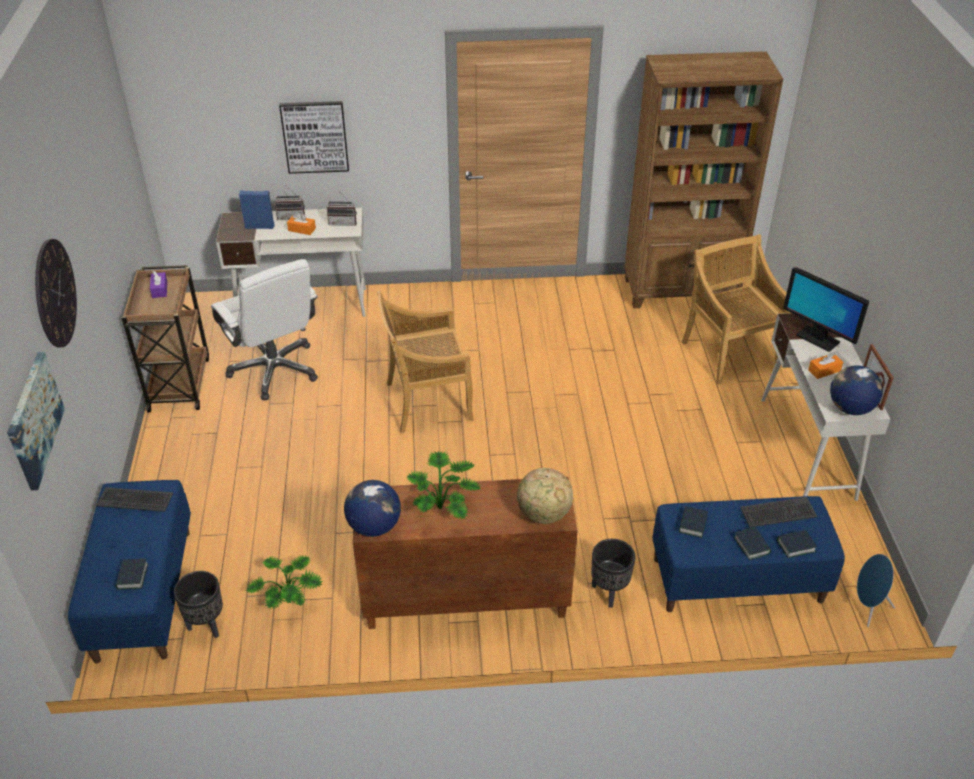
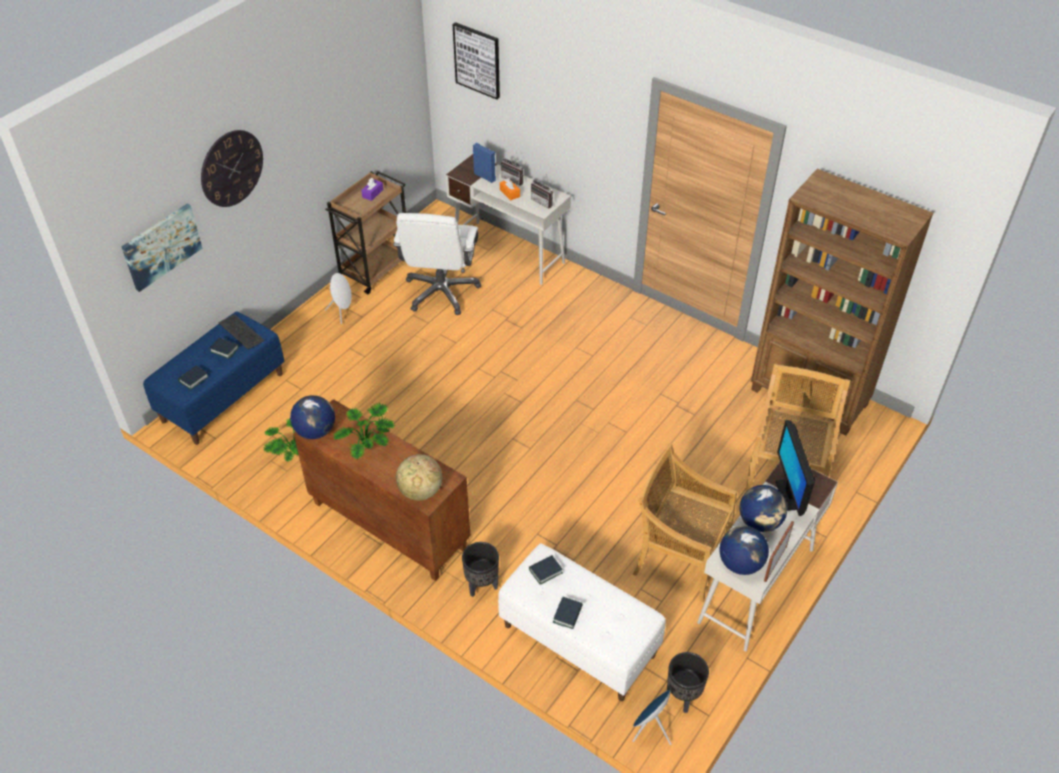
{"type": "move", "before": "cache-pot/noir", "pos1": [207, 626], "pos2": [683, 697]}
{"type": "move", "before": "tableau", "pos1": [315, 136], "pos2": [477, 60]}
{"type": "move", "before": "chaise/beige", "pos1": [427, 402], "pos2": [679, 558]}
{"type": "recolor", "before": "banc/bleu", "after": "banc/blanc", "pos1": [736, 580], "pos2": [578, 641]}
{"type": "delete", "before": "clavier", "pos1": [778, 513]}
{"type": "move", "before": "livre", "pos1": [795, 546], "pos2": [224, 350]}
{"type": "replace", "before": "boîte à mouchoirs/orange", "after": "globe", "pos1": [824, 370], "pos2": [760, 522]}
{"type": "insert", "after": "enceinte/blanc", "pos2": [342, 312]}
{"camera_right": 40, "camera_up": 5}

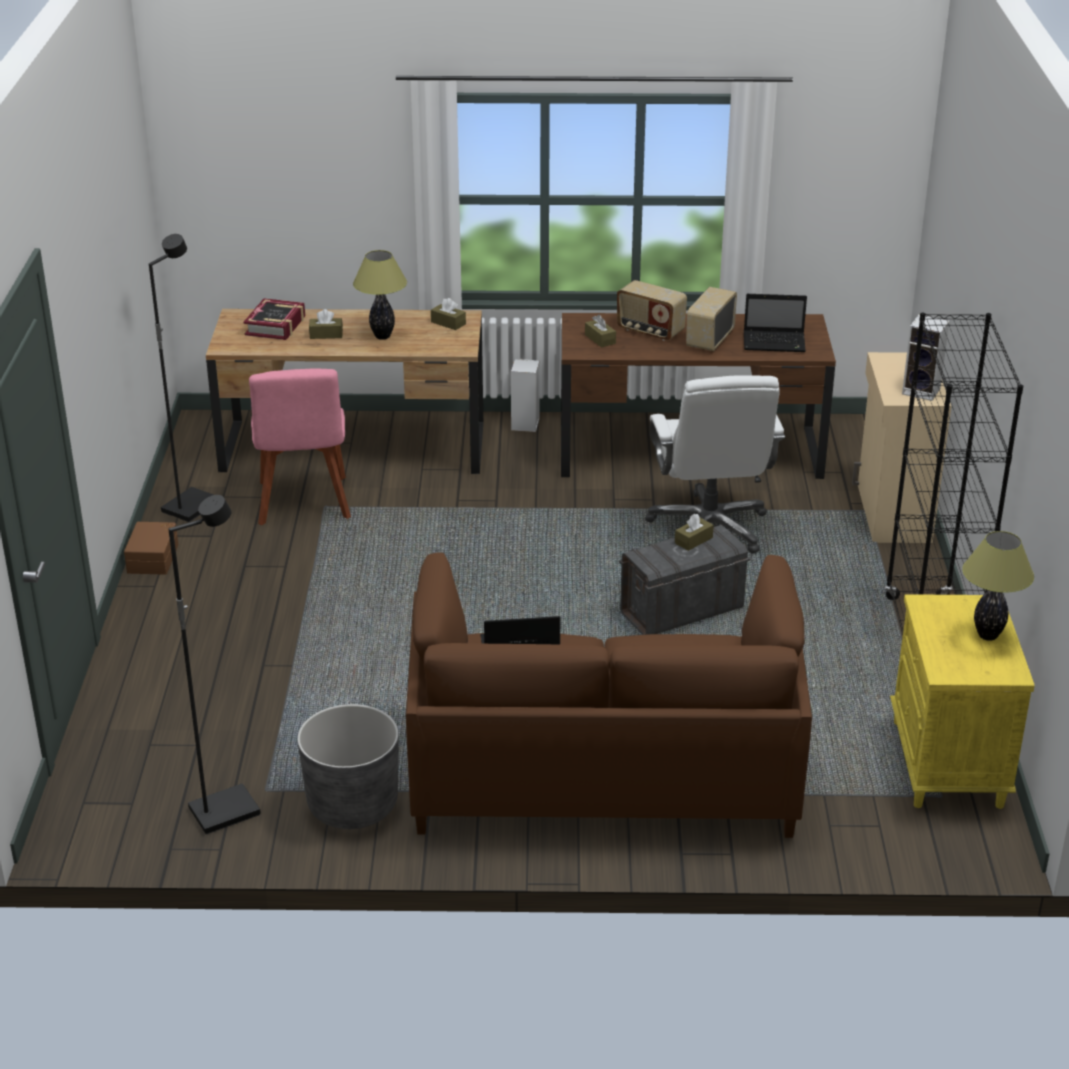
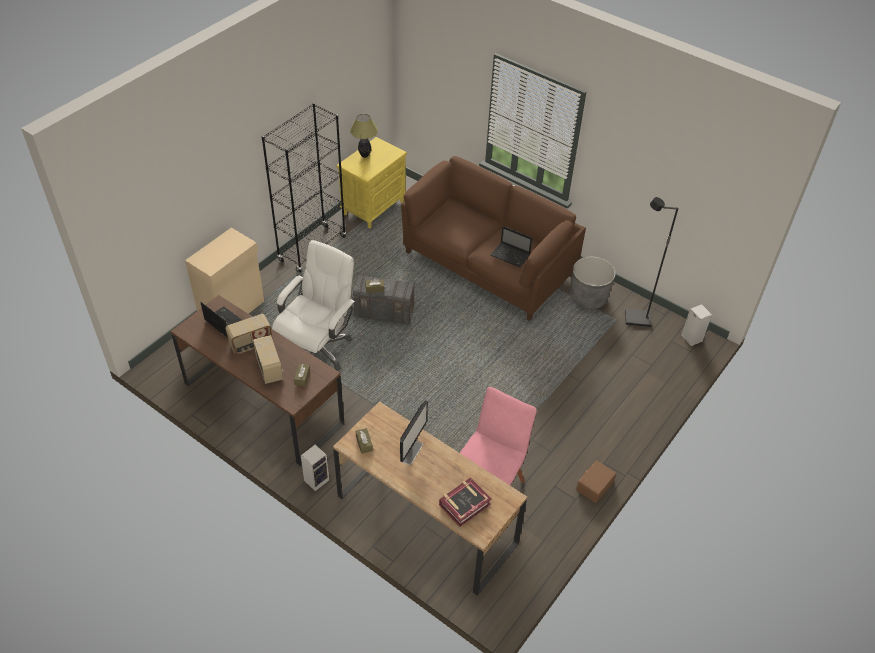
{"type": "delete", "before": "lampadaire/noir", "pos1": [190, 506]}
{"type": "delete", "before": "boîte à mouchoirs/marron", "pos1": [326, 334]}
{"type": "replace", "before": "lampe de table", "after": "écran d'ordinateur", "pos1": [383, 336], "pos2": [412, 452]}
{"type": "move", "before": "enceinte", "pos1": [922, 391], "pos2": [691, 338]}
{"camera_right": -145, "camera_up": 15}

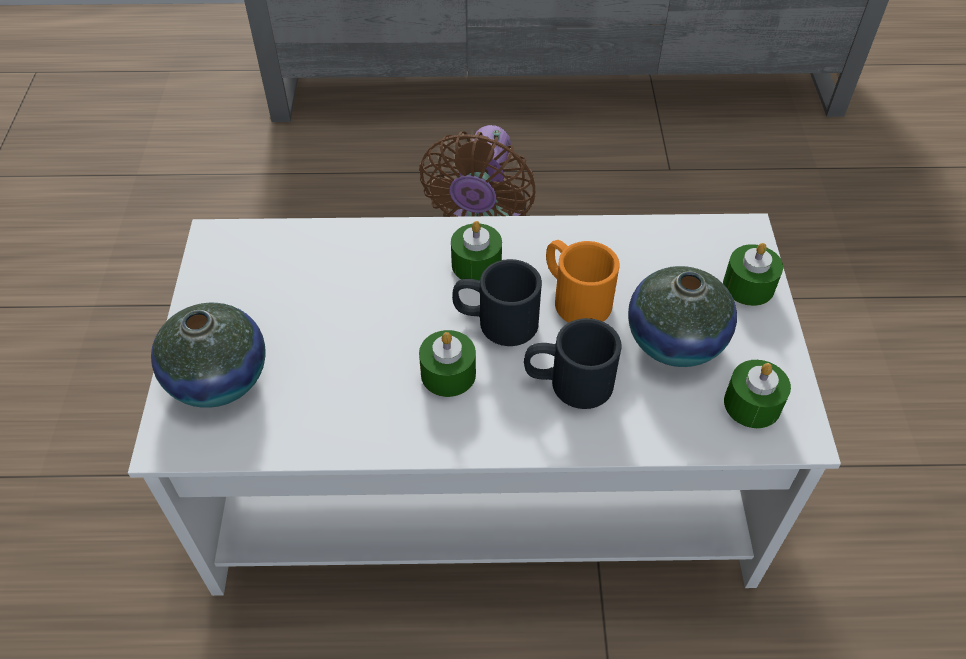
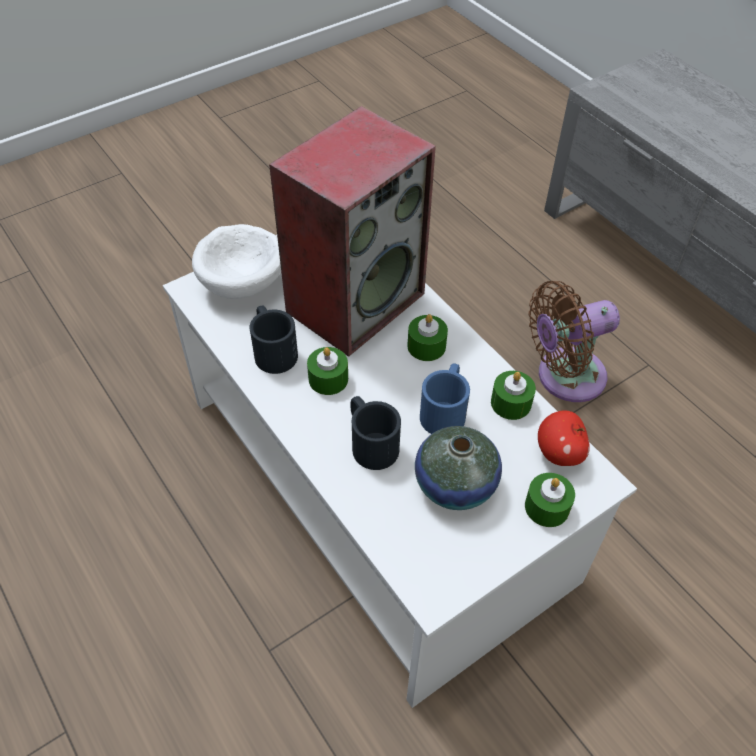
{"type": "replace", "before": "vase", "after": "bol/blanc", "pos1": [218, 378], "pos2": [245, 282]}
{"type": "move", "before": "mug/noir", "pos1": [495, 321], "pos2": [272, 350]}
{"type": "recolor", "before": "mug/orange", "after": "mug/bleu", "pos1": [574, 296], "pos2": [445, 410]}
{"type": "move", "before": "bougie/vert", "pos1": [752, 404], "pos2": [511, 403]}
{"type": "insert", "after": "enceinte", "pos2": [355, 300]}
{"type": "insert", "after": "pomme", "pos2": [559, 453]}
{"camera_right": 55, "camera_up": 0}

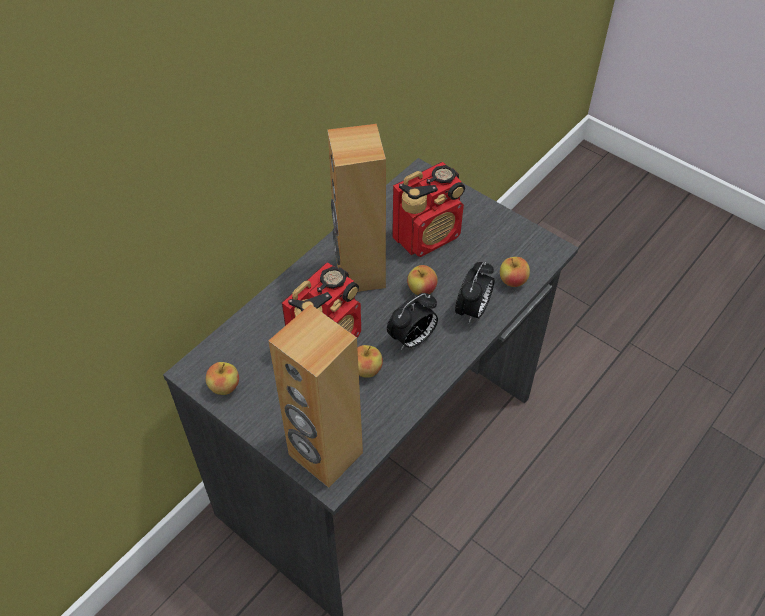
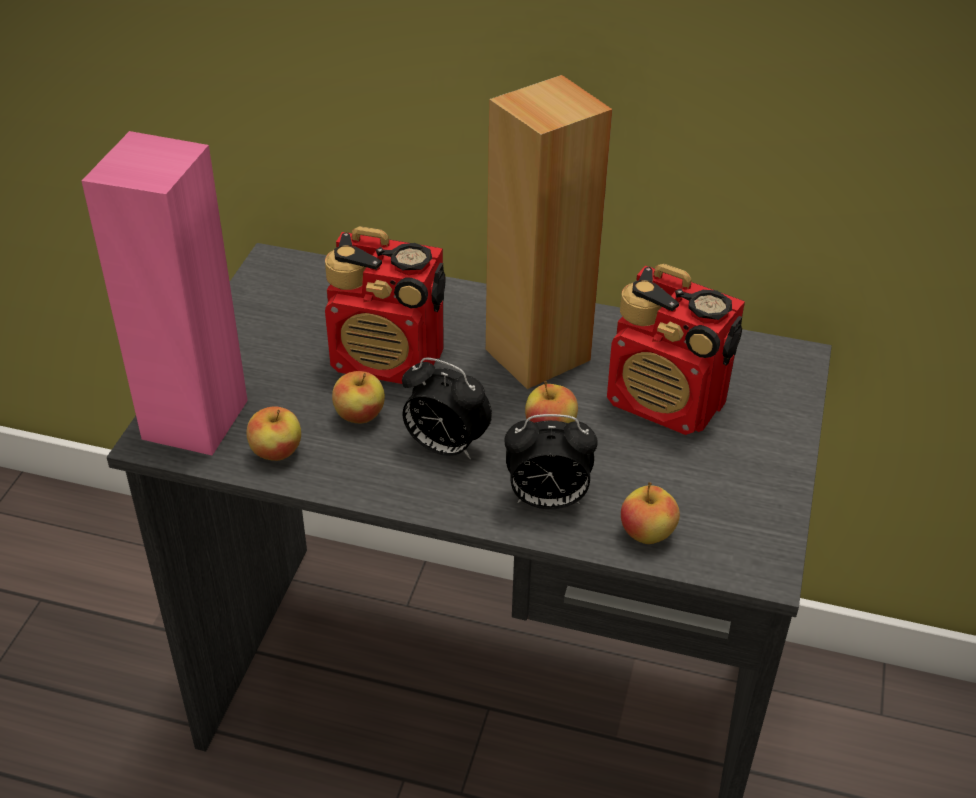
{"type": "move", "before": "pomme", "pos1": [224, 387], "pos2": [276, 452]}
{"type": "recolor", "before": "enceinte/marron", "after": "enceinte/rose", "pos1": [325, 454], "pos2": [193, 419]}
{"camera_right": 65, "camera_up": -10}

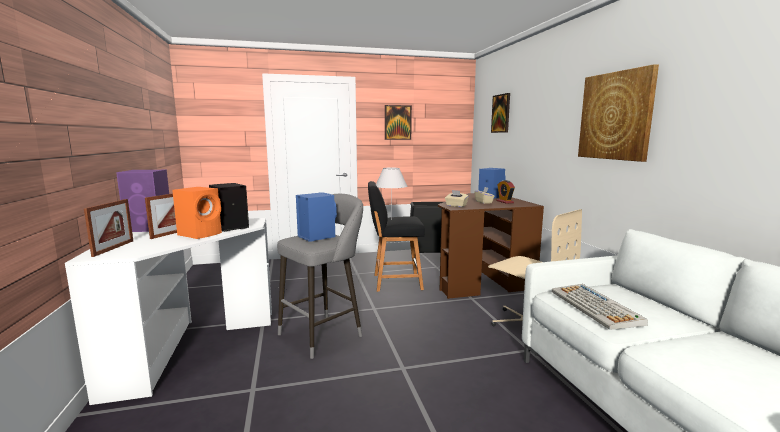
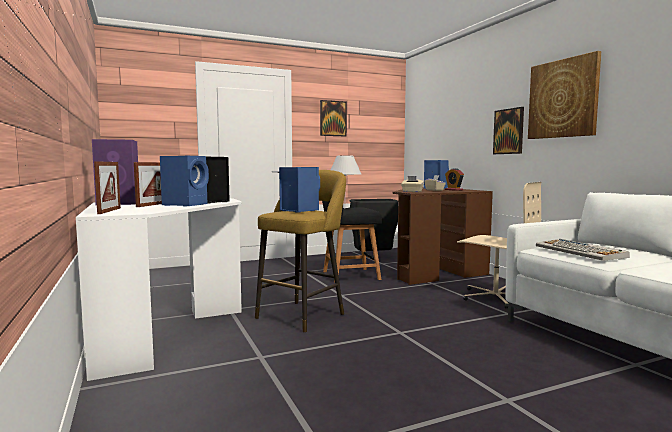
{"type": "recolor", "before": "enceinte/orange", "after": "enceinte/bleu", "pos1": [201, 234], "pos2": [186, 204]}
{"type": "recolor", "before": "tabouret/gris", "after": "tabouret/jaune", "pos1": [324, 333], "pos2": [303, 315]}
{"type": "move", "before": "tableau", "pos1": [501, 113], "pos2": [508, 131]}
{"camera_right": -10, "camera_up": -5}

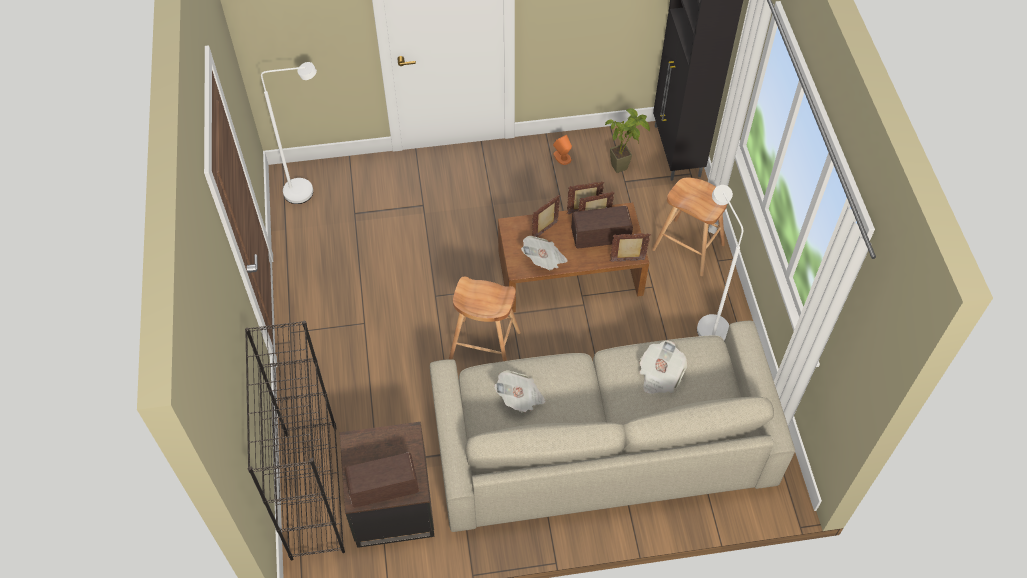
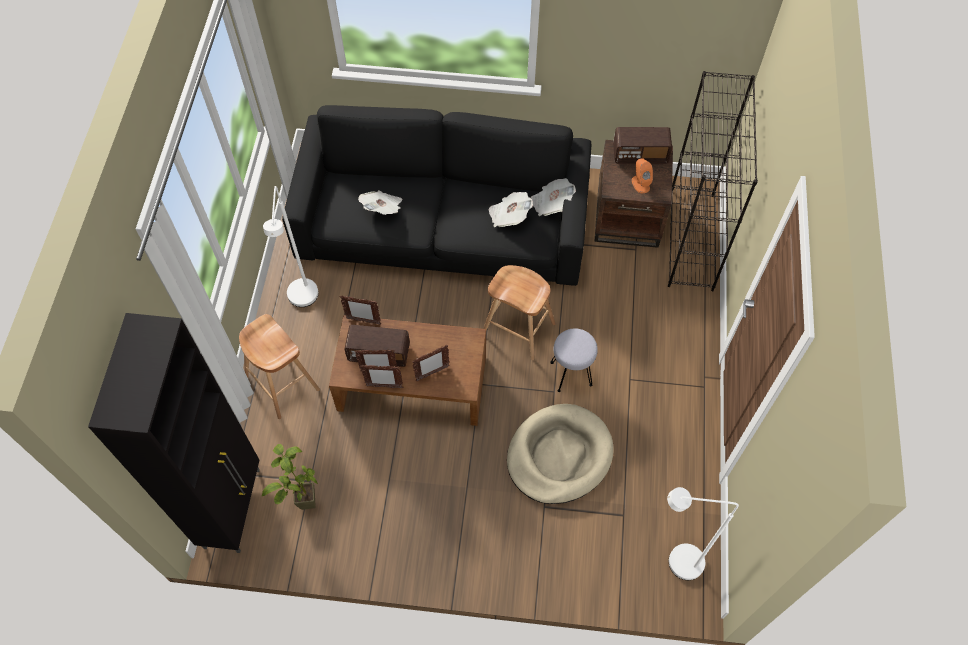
{"type": "recolor", "before": "canapé/beige", "after": "canapé/noir", "pos1": [601, 442], "pos2": [442, 224]}
{"type": "move", "before": "journal", "pos1": [544, 260], "pos2": [551, 204]}
{"type": "move", "before": "enceinte/orange", "pos1": [562, 157], "pos2": [640, 183]}
{"type": "insert", "after": "panier pour chien/beige", "pos2": [559, 455]}
{"type": "insert", "after": "tabouret/gris", "pos2": [571, 374]}
{"camera_right": -165, "camera_up": 5}

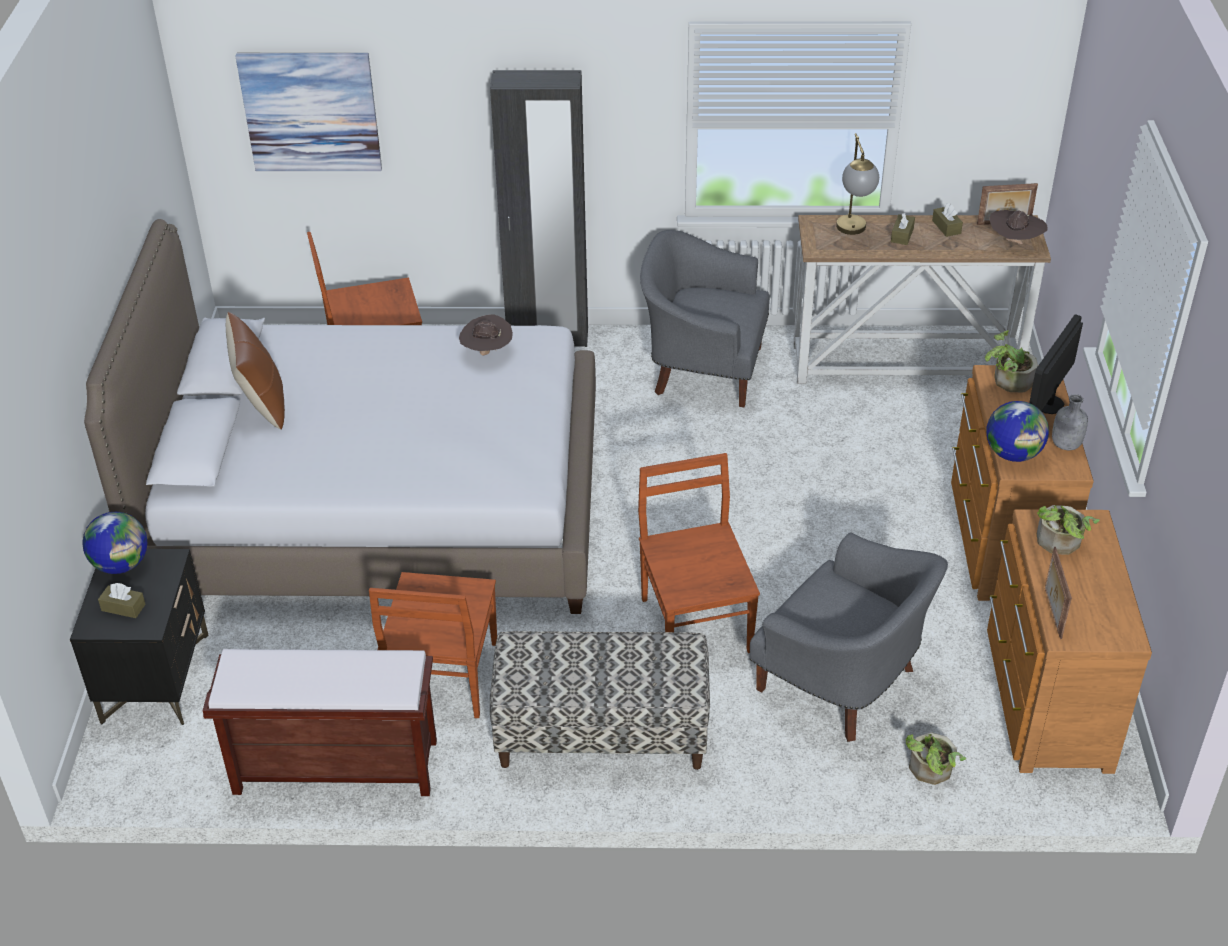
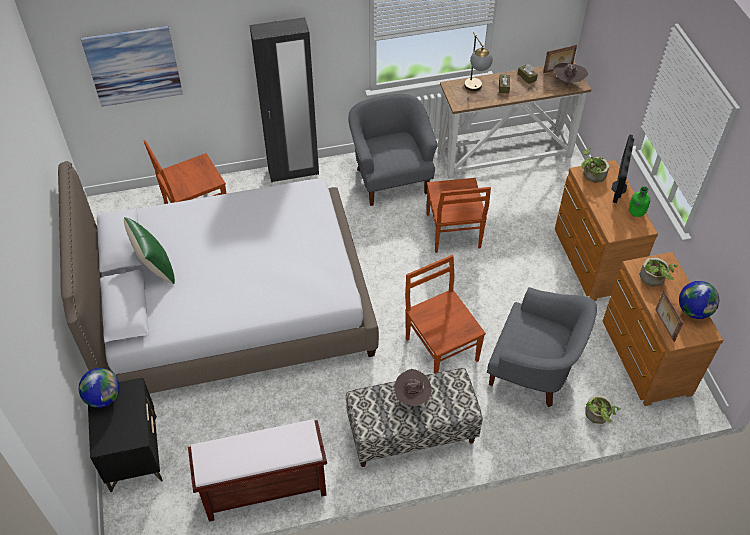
{"type": "delete", "before": "boîte à mouchoirs/marron", "pos1": [123, 607]}
{"type": "recolor", "before": "coussin/marron", "after": "coussin/vert", "pos1": [262, 404], "pos2": [155, 267]}
{"type": "move", "before": "chaise/marron", "pos1": [443, 678], "pos2": [453, 232]}
{"type": "move", "before": "chapeau/marron", "pos1": [486, 352], "pos2": [412, 396]}
{"type": "rotate", "before": "fauteuil/gris", "pos1": [702, 369], "pos2": [391, 178], "turn": 75}
{"type": "move", "before": "globe", "pos1": [1013, 454], "pos2": [693, 311]}
{"type": "recolor", "before": "bouteille/gris", "after": "bouteille/vert", "pos1": [1065, 445], "pos2": [636, 213]}
{"camera_right": -15, "camera_up": 10}

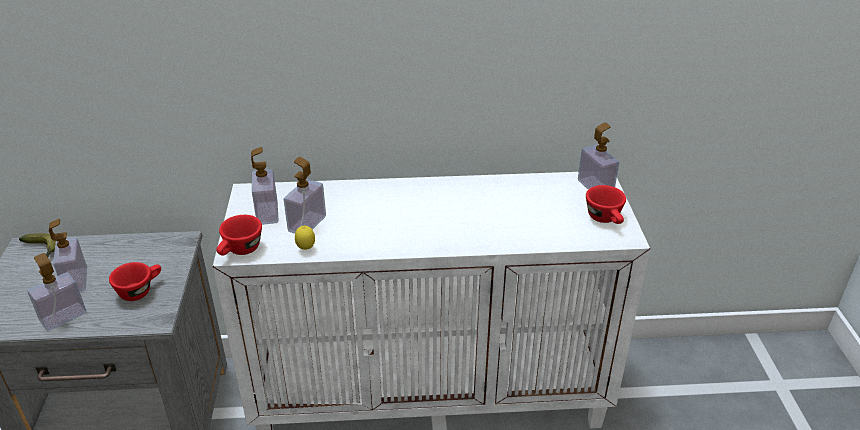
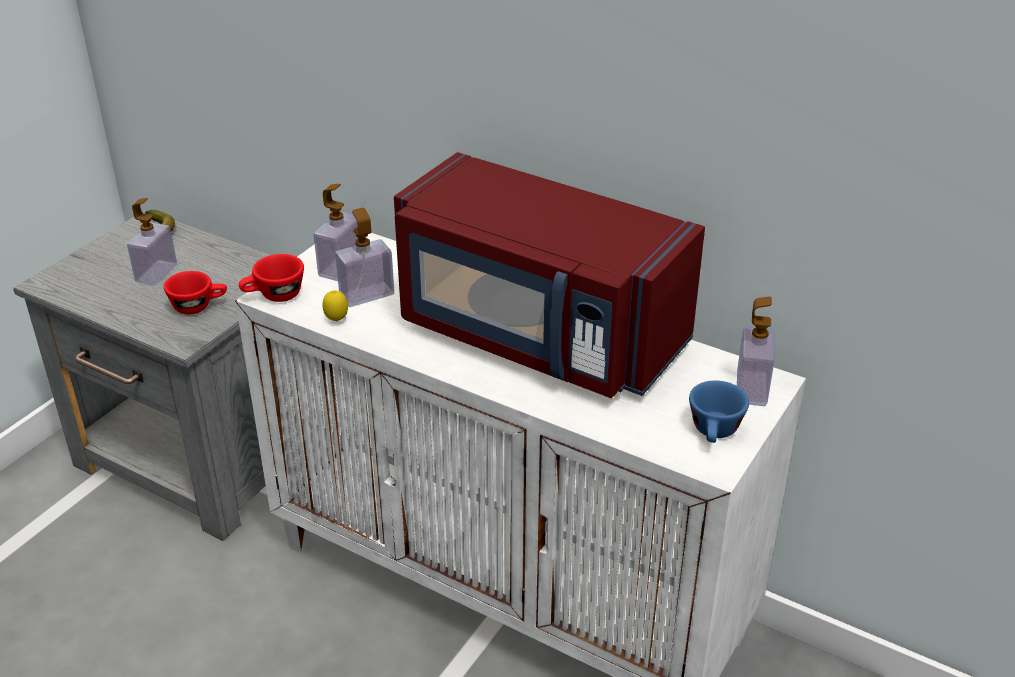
{"type": "delete", "before": "distributeur de savon", "pos1": [63, 317]}
{"type": "recolor", "before": "tasse/rouge", "after": "tasse/bleu", "pos1": [606, 219], "pos2": [715, 433]}
{"type": "insert", "after": "micro-ondes/rouge", "pos2": [537, 336]}
{"camera_right": 35, "camera_up": 0}

